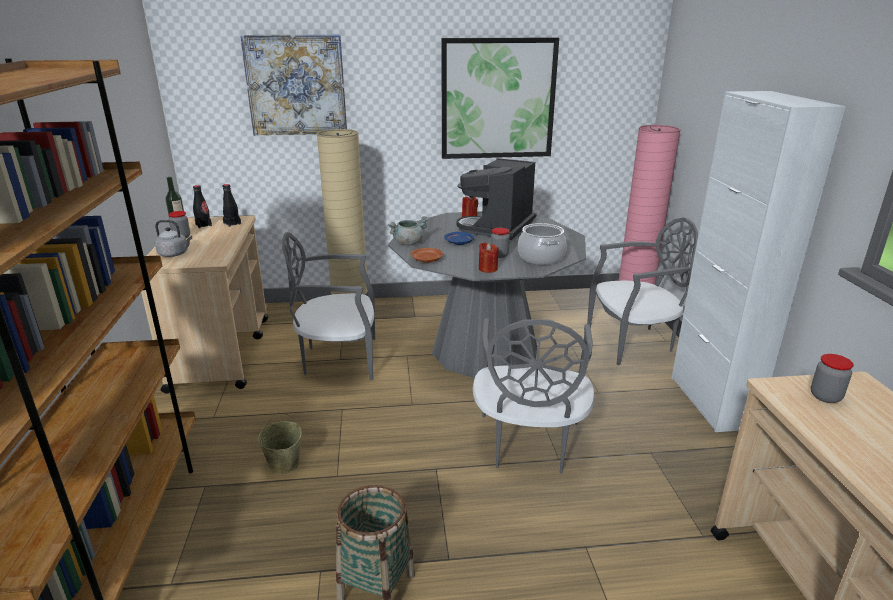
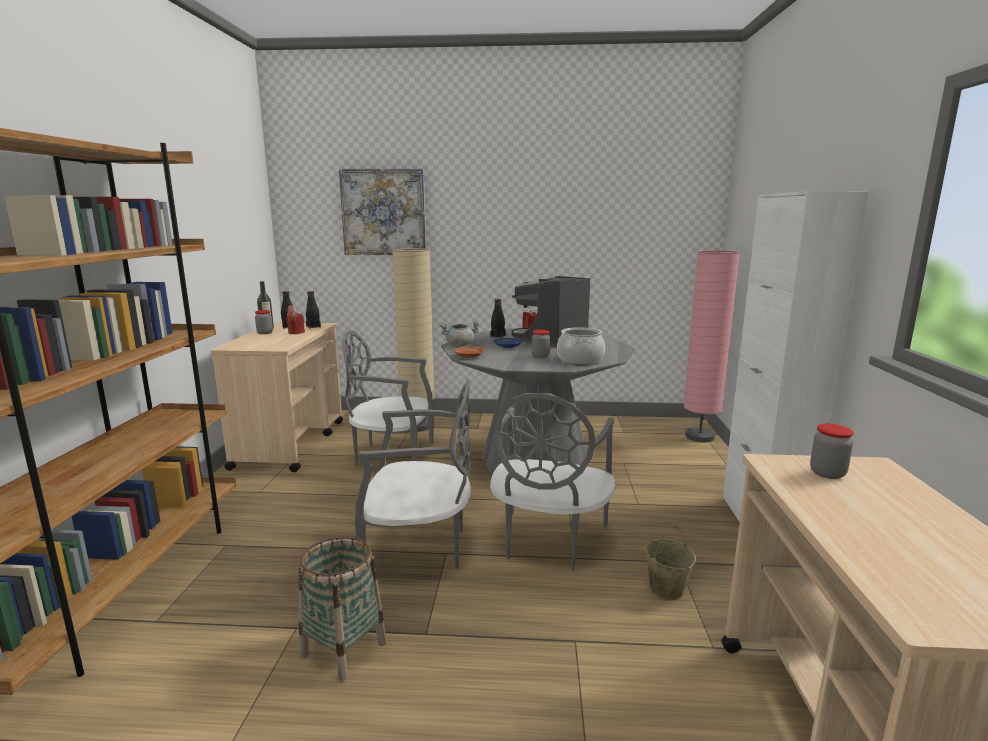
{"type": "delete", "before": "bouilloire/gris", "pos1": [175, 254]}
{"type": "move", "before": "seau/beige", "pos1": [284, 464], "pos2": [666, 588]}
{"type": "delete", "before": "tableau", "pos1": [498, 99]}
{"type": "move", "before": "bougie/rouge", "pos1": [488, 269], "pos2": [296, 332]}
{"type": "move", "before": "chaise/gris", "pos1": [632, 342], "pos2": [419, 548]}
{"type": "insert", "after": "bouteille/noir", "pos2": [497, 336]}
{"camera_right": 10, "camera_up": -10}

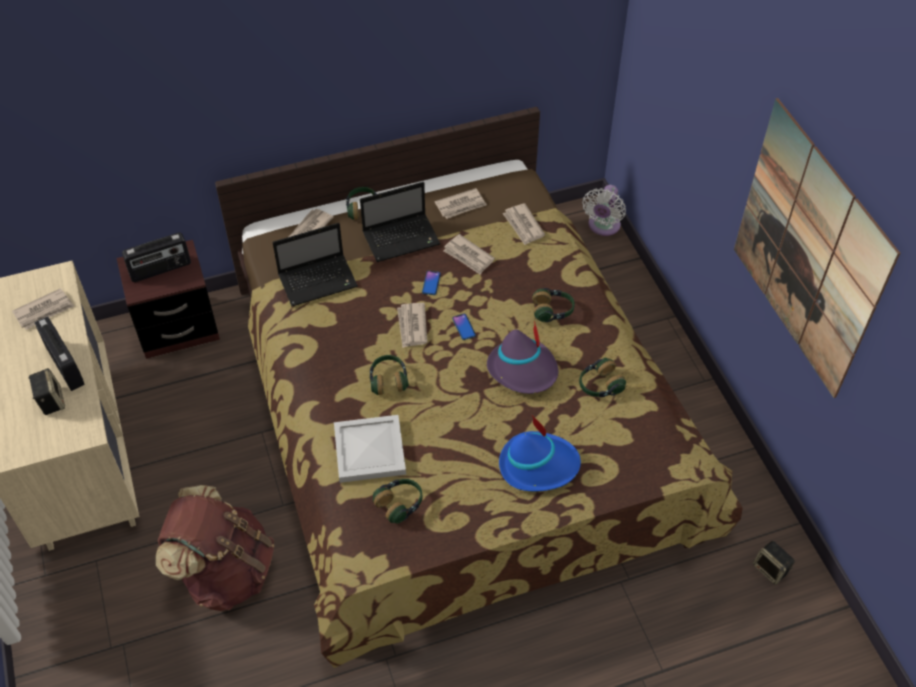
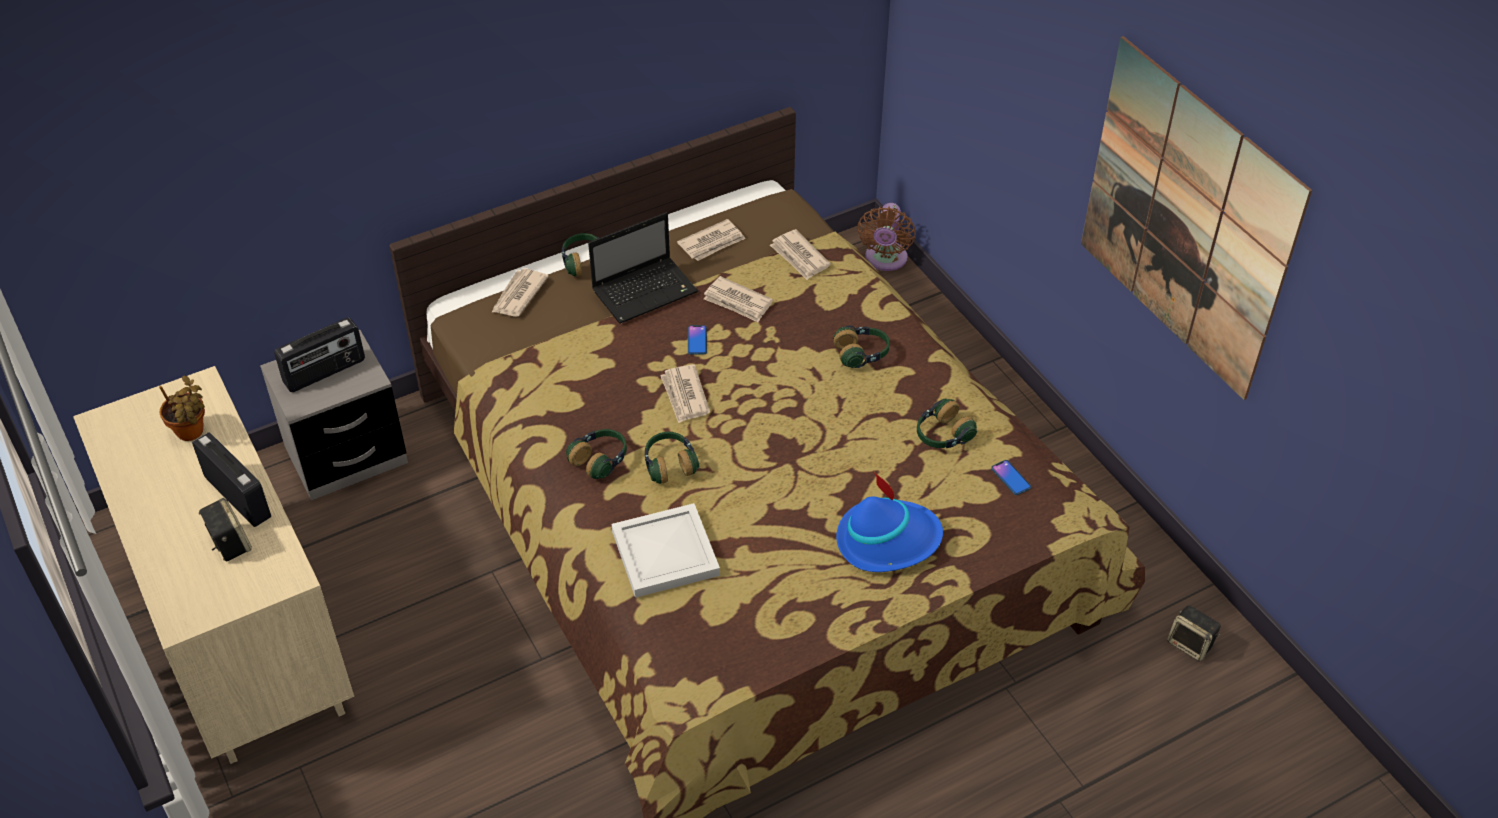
{"type": "replace", "before": "journal", "after": "plante en pot", "pos1": [44, 311], "pos2": [192, 433]}
{"type": "recolor", "before": "table de chevet/marron", "after": "table de chevet/gris", "pos1": [177, 328], "pos2": [346, 456]}
{"type": "delete", "before": "sac à dos/marron", "pos1": [225, 571]}
{"type": "delete", "before": "ordinateur portable", "pos1": [319, 280]}
{"type": "move", "before": "casque audio", "pos1": [400, 504], "pos2": [600, 460]}
{"type": "move", "before": "téléphone", "pos1": [464, 327], "pos2": [1011, 478]}
{"type": "delete", "before": "chapeau/violet", "pos1": [523, 369]}
{"type": "recolor", "before": "ventilateur/blanc", "after": "ventilateur/marron", "pos1": [603, 226], "pos2": [885, 260]}
{"camera_right": -10, "camera_up": -5}

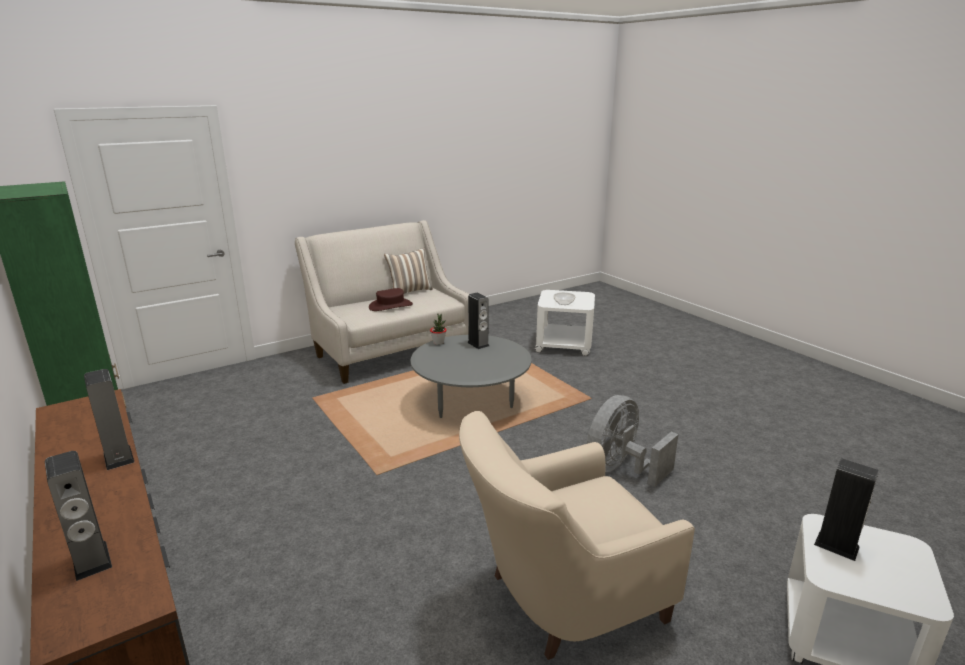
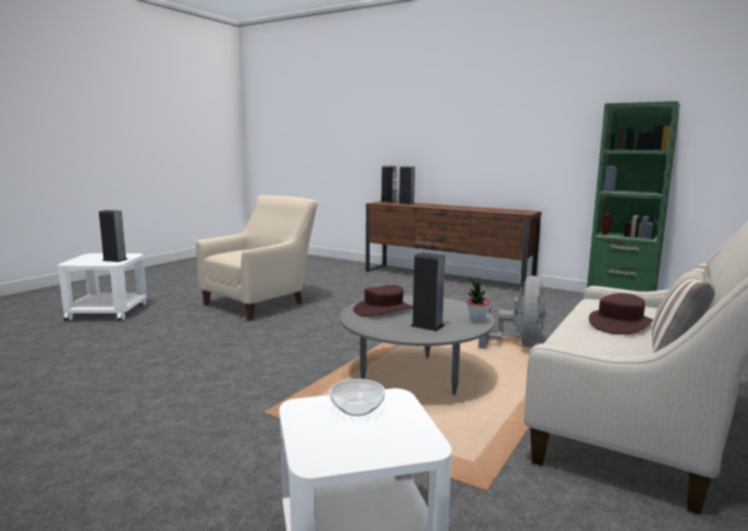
{"type": "move", "before": "enceinte", "pos1": [118, 457], "pos2": [388, 201]}
{"type": "move", "before": "ventilateur/gris", "pos1": [620, 469], "pos2": [518, 344]}
{"type": "insert", "after": "chapeau/marron", "pos2": [383, 309]}
{"camera_right": 155, "camera_up": -10}

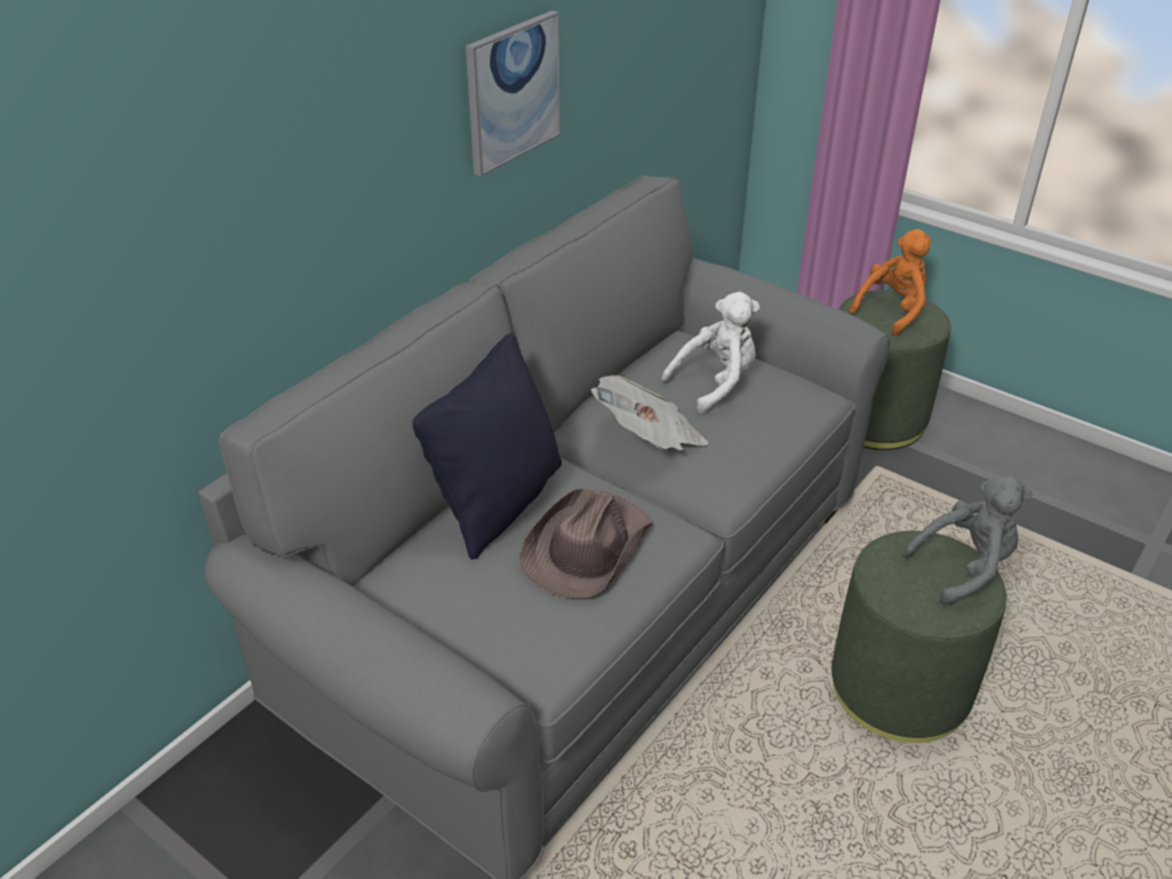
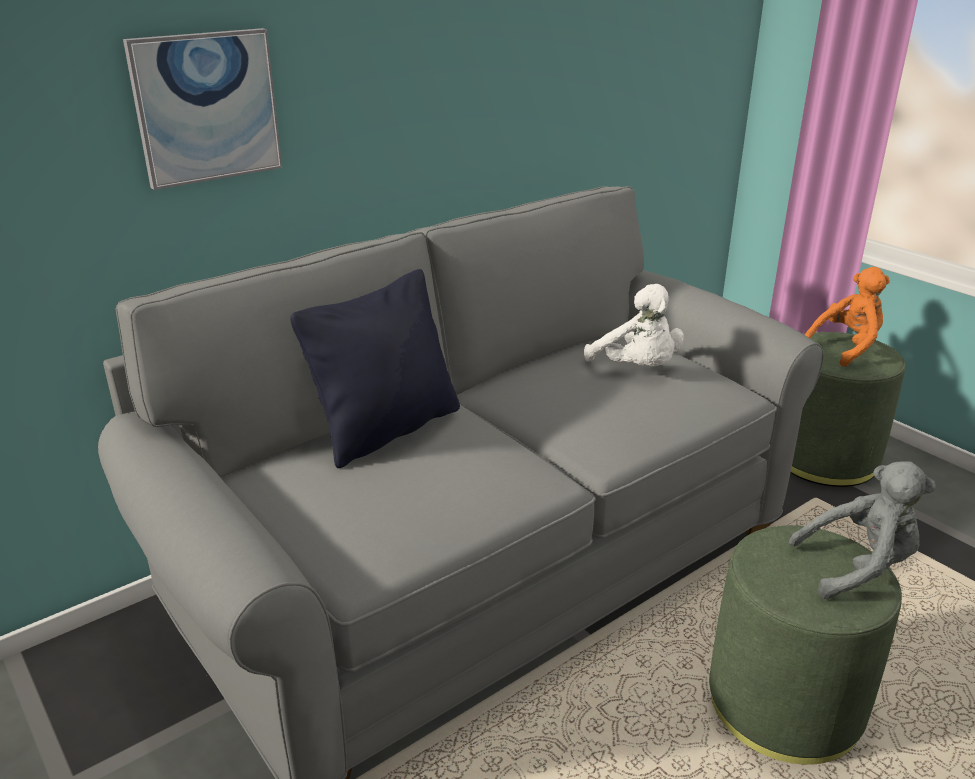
{"type": "move", "before": "tableau", "pos1": [512, 92], "pos2": [206, 107]}
{"type": "delete", "before": "chapeau/marron", "pos1": [586, 548]}
{"type": "delete", "before": "journal", "pos1": [649, 439]}
{"type": "rotate", "before": "peluche/blanc", "pos1": [716, 383], "pos2": [637, 369], "turn": 75}
{"camera_right": 15, "camera_up": -10}

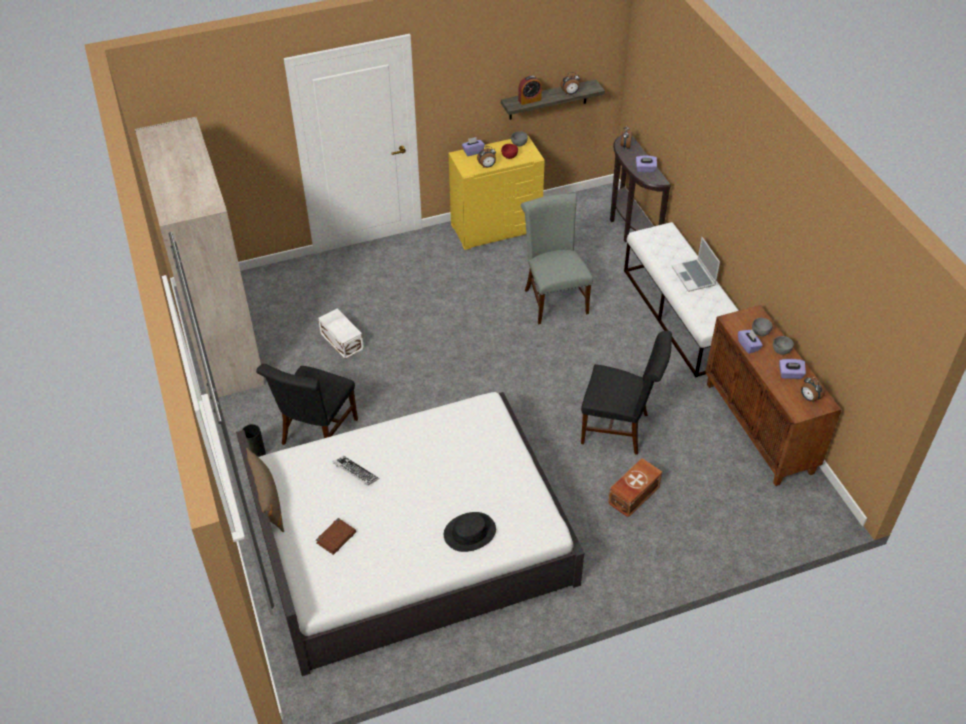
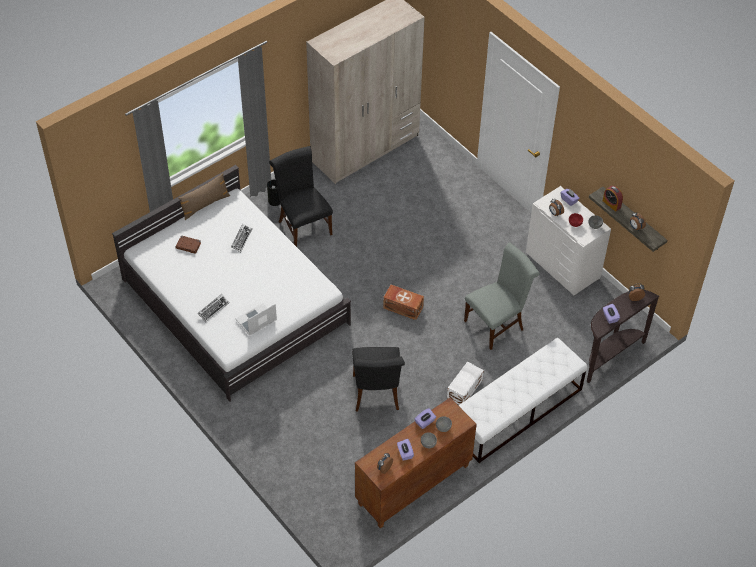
{"type": "rotate", "before": "chaise/noir", "pos1": [317, 435], "pos2": [303, 226], "turn": 60}
{"type": "move", "before": "boîte de rangement/blanc", "pos1": [342, 340], "pos2": [465, 389]}
{"type": "replace", "before": "chapeau/noir", "after": "clavier", "pos1": [469, 532], "pos2": [213, 309]}
{"type": "recolor", "before": "commode/jaune", "after": "commode/blanc", "pos1": [495, 227], "pos2": [563, 265]}
{"type": "move", "before": "boîte de rangement/marron", "pos1": [632, 495], "pos2": [402, 307]}
{"type": "move", "before": "ordinateur portable", "pos1": [694, 276], "pos2": [256, 321]}
{"camera_right": 70, "camera_up": 5}

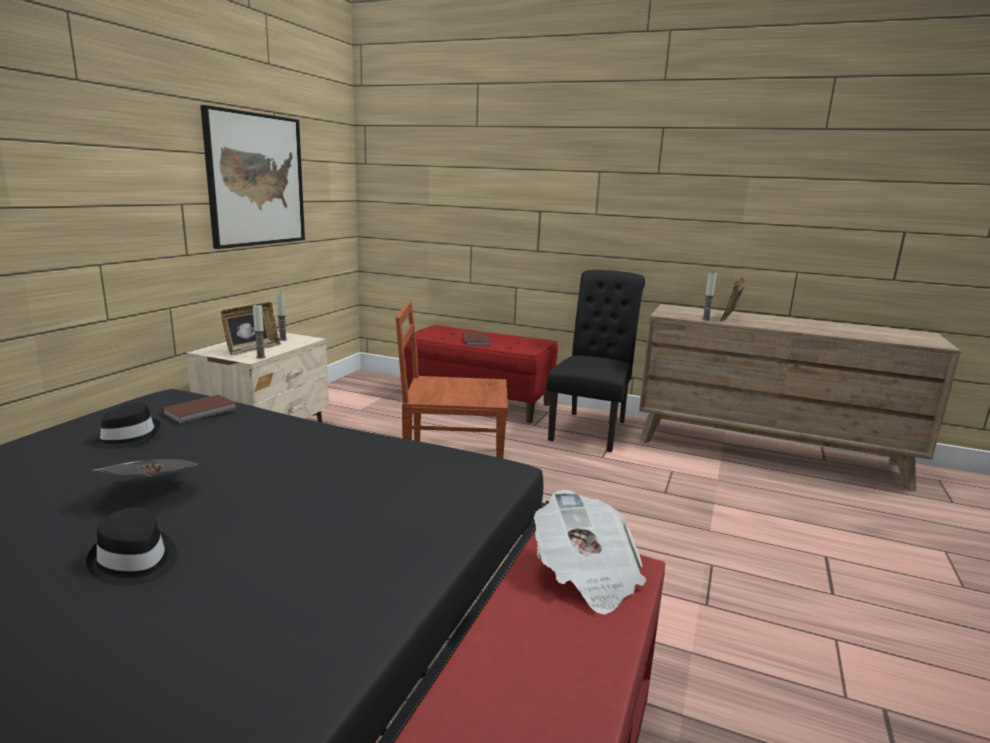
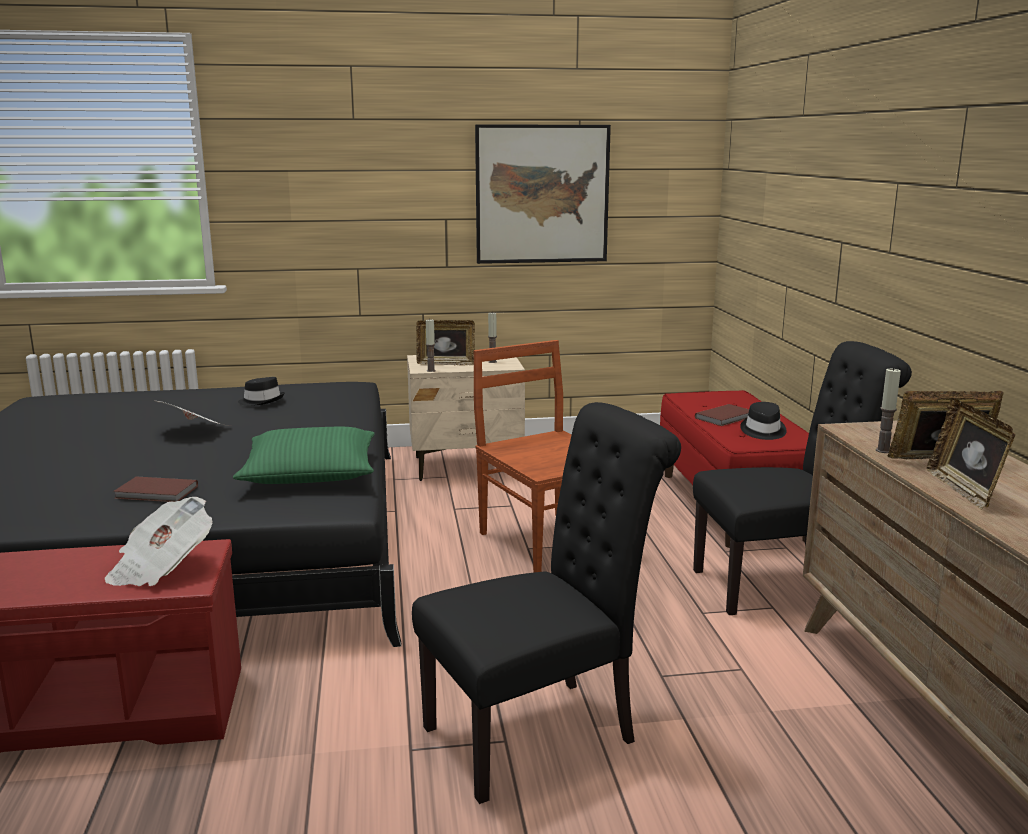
{"type": "move", "before": "chapeau/noir", "pos1": [134, 561], "pos2": [762, 431]}
{"type": "move", "before": "livre/marron", "pos1": [201, 411], "pos2": [156, 493]}
{"type": "insert", "after": "coussin/vert", "pos2": [310, 473]}
{"type": "insert", "after": "chaise/noir", "pos2": [541, 731]}
{"type": "insert", "after": "cadre photo", "pos2": [964, 490]}
{"camera_right": 60, "camera_up": 0}

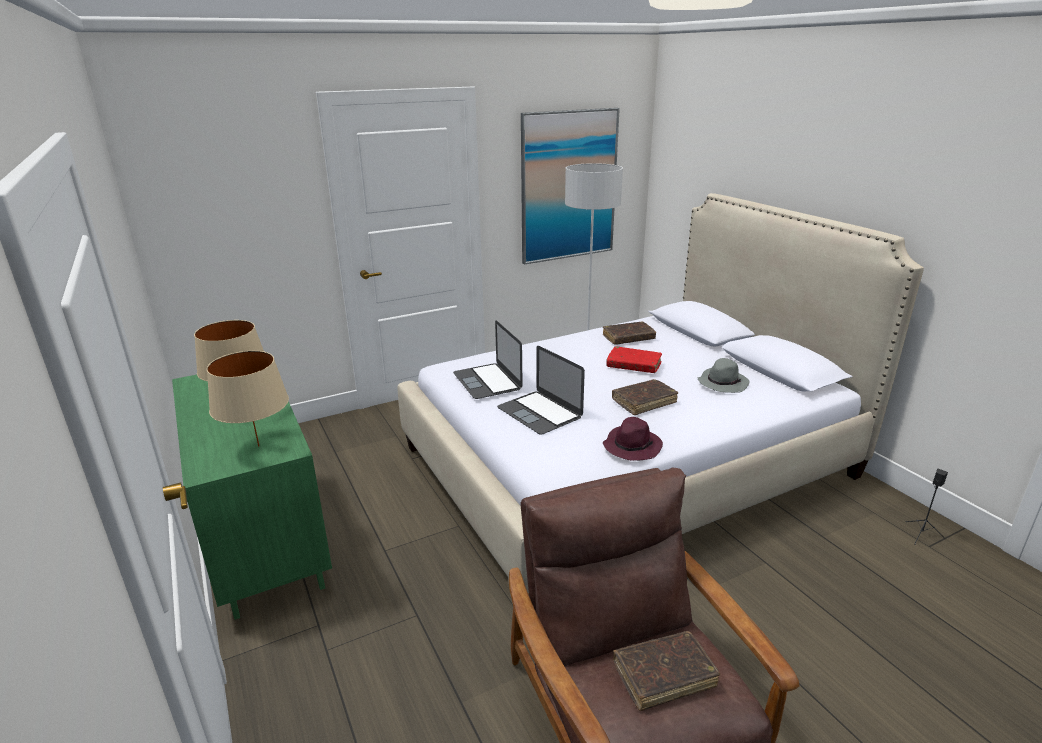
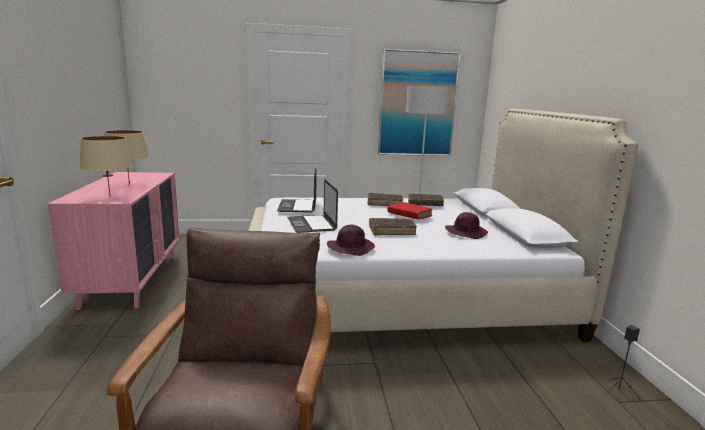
{"type": "recolor", "before": "commode/vert", "after": "commode/rose", "pos1": [264, 540], "pos2": [131, 279]}
{"type": "move", "before": "livre/marron", "pos1": [664, 675], "pos2": [384, 204]}
{"type": "recolor", "before": "chapeau/gris", "after": "chapeau/violet", "pos1": [722, 383], "pos2": [466, 233]}
{"camera_right": 20, "camera_up": -10}

